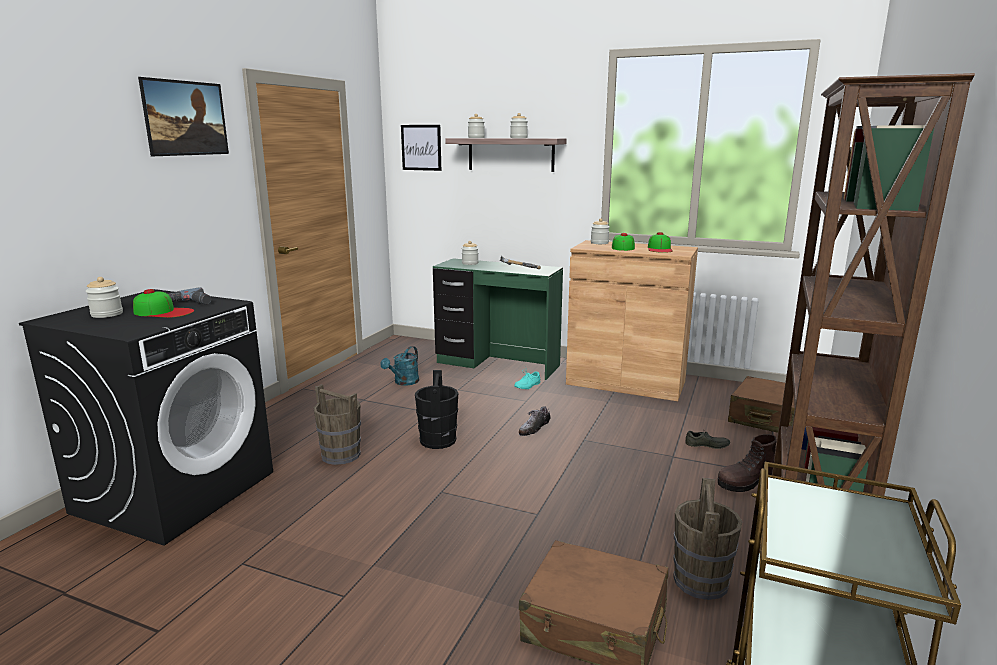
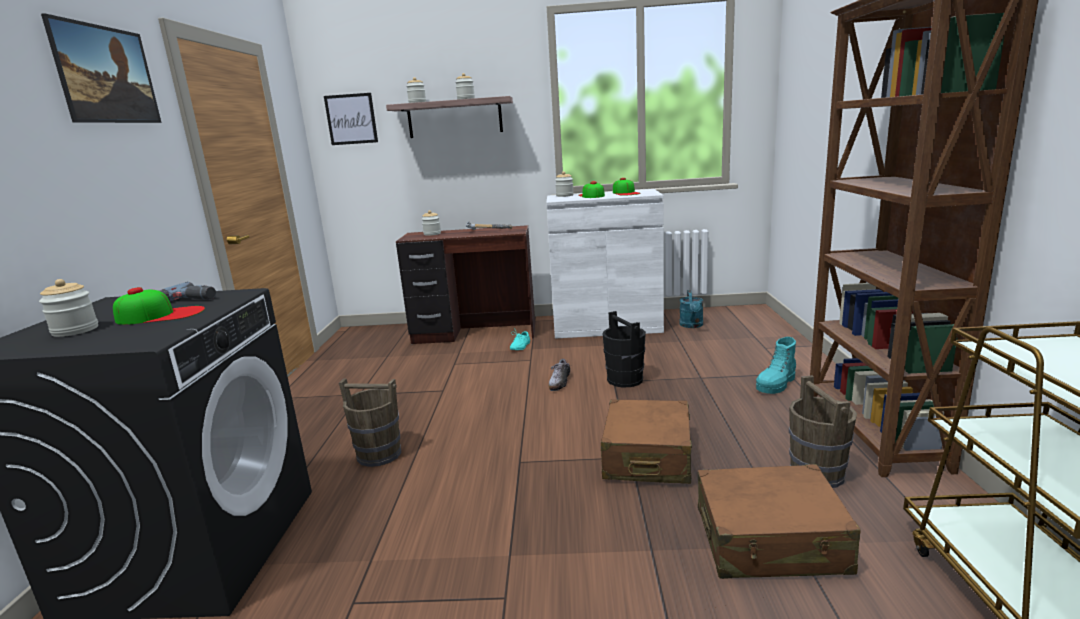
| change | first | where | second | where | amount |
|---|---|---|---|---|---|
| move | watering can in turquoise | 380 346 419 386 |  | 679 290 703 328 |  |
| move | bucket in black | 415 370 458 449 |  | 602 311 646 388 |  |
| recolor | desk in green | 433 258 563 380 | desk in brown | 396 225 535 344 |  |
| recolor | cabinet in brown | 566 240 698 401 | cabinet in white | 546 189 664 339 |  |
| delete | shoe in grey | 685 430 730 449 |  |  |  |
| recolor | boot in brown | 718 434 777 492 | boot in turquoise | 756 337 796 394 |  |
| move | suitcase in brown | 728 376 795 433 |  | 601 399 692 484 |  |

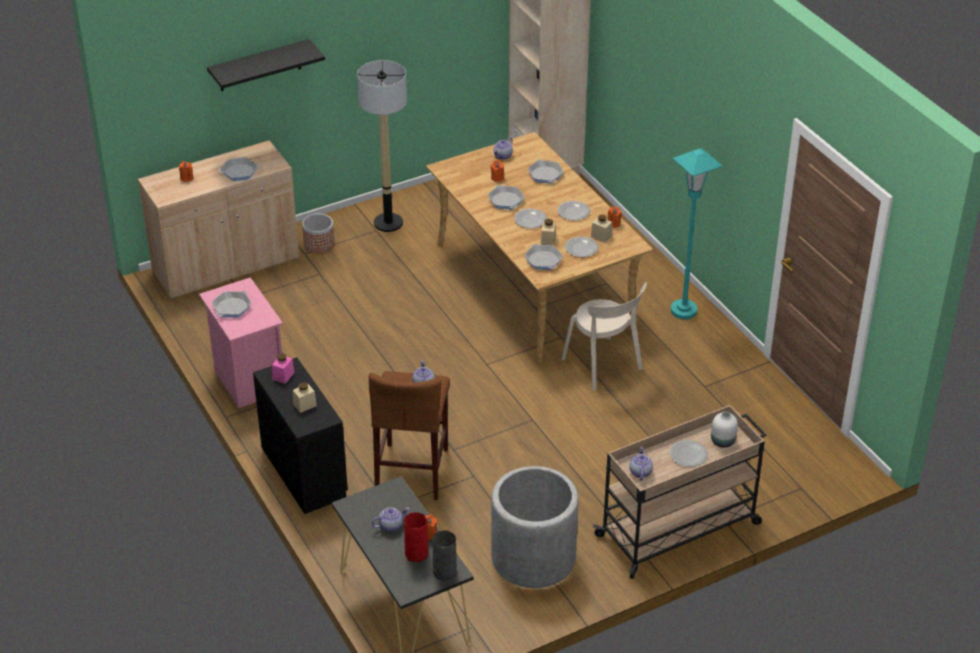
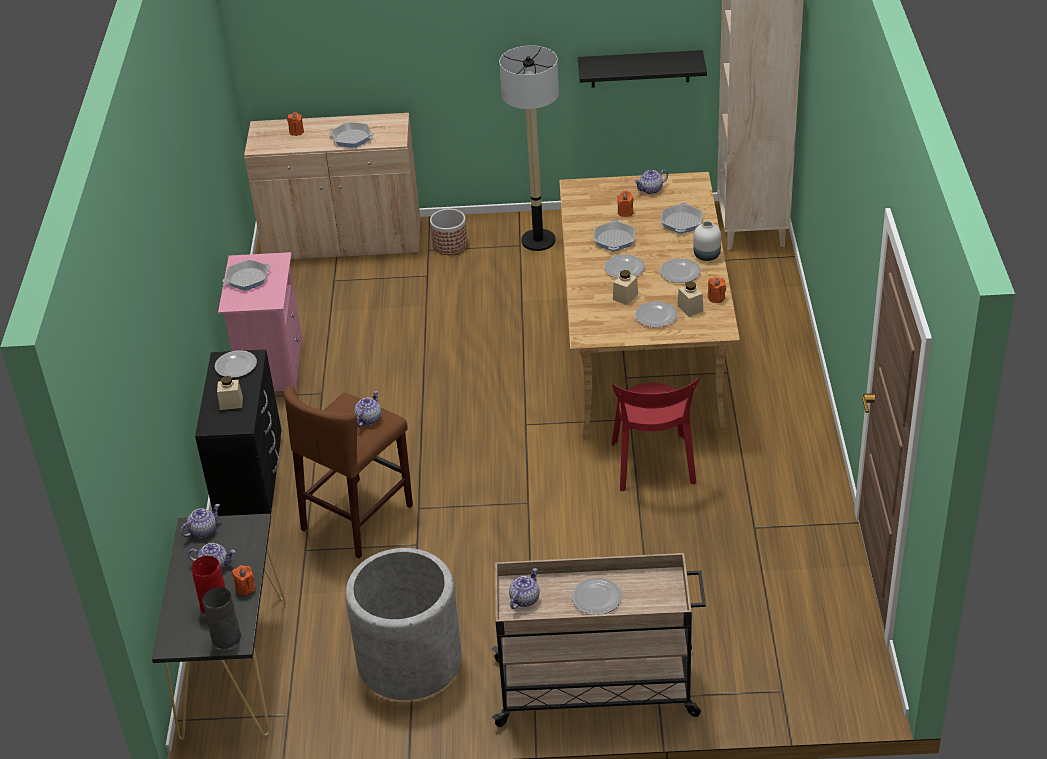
| change | first | where | second | where | amount |
|---|---|---|---|---|---|
| move | shelf in black | 207 39 325 91 |  | 578 50 707 87 |  |
| replace | jar in pink | 272 353 295 384 | plate | 215 350 257 378 |  |
| delete | frying pan | 524 244 563 270 |  |  |  |
| recolor | chair in beige | 562 282 647 391 | chair in red | 612 376 701 491 |  |
| delete | floor lamp in turquoise | 671 148 722 319 |  |  |  |
| move | vase in white | 711 412 738 448 |  | 693 221 721 261 |  |
| insert |  |  | teapot | 181 504 220 538 |  |

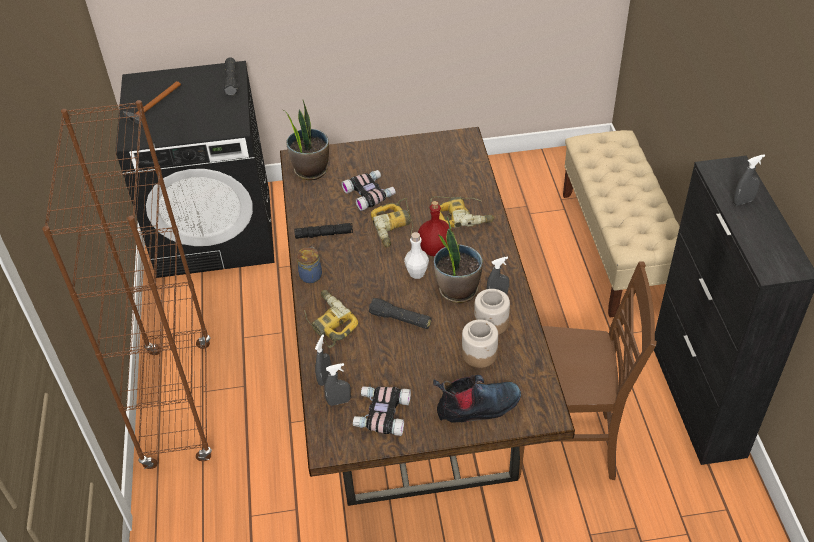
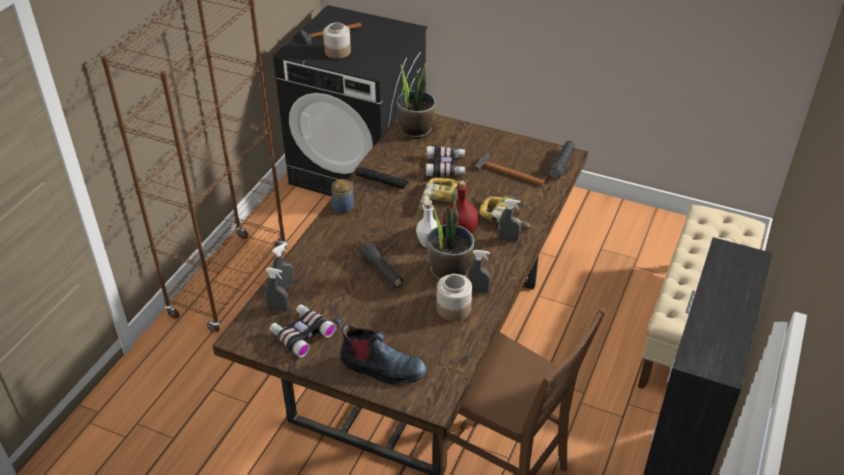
| change | first | where | second | where | amount |
|---|---|---|---|---|---|
| move | flashlight in black | 223 57 238 96 |  | 547 141 575 179 |  |
| delete | power drill | 304 290 359 348 |  |  |  |
| move | jar | 462 319 498 368 |  | 323 23 351 59 |  |
| move | spray bottle in grey | 733 154 765 206 |  | 498 199 521 242 |  |
| insert |  |  | hammer | 475 153 545 185 |  |

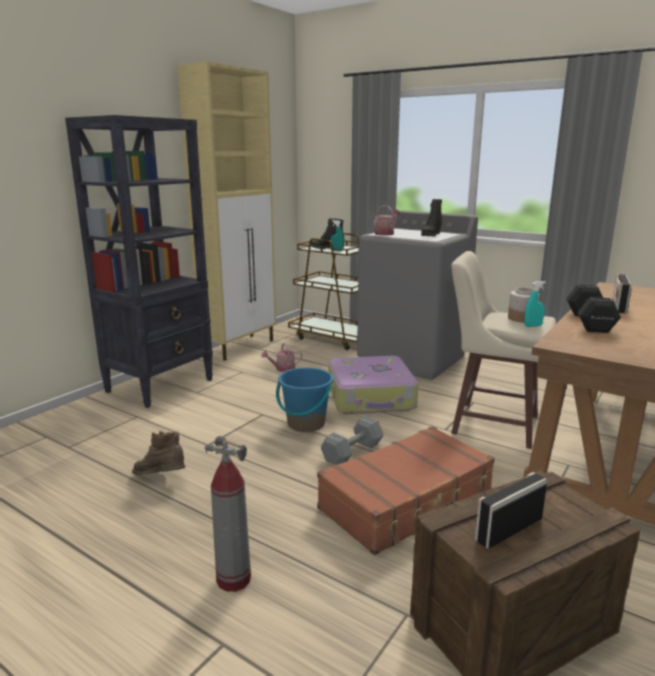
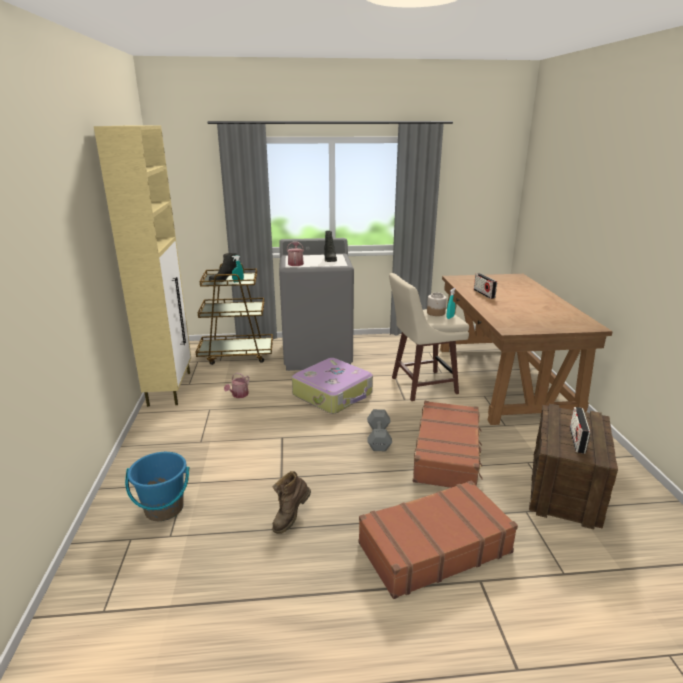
| change | first | where | second | where | amount |
|---|---|---|---|---|---|
| delete | bookcase in black | 65 115 213 408 |  |  |  |
| rotate | boot in brown | 132 431 185 475 |  | 272 471 311 534 | 45 degrees counterclockwise |
| replace | fire extinguisher | 205 436 251 592 | suitcase in brown | 359 480 518 599 |  |
| move | bucket in blue | 276 367 333 432 |  | 125 452 189 521 |  |
| delete | dumbbell in black | 566 284 621 333 |  |  |  |

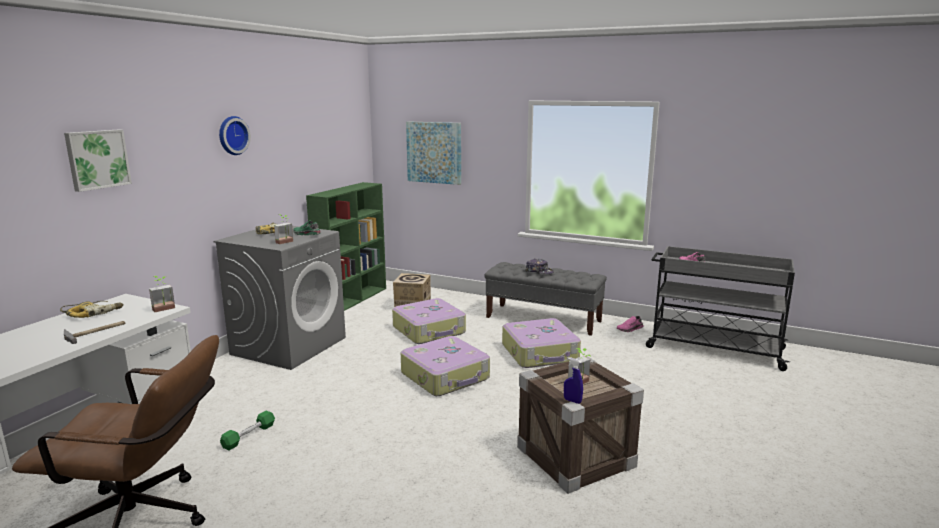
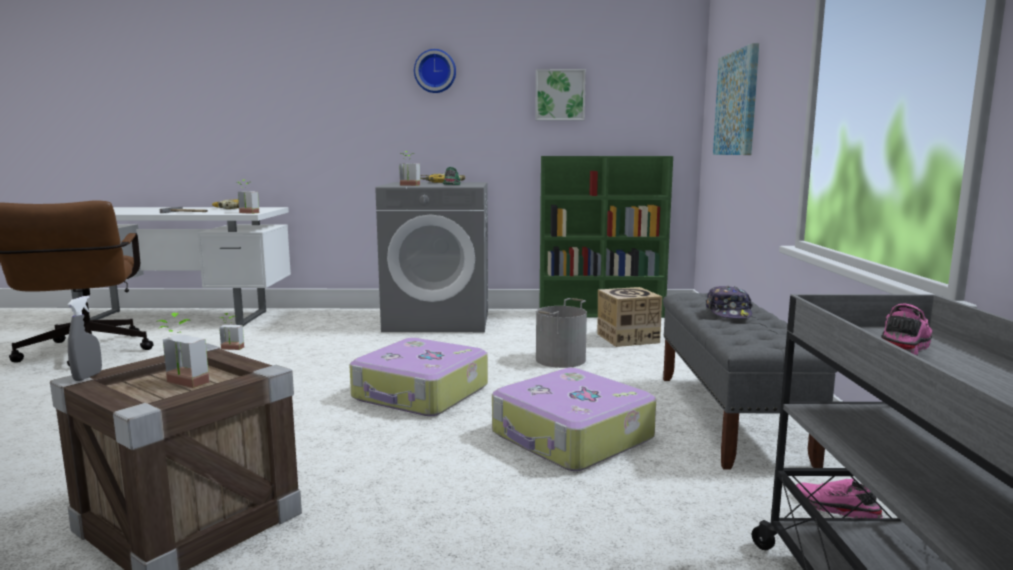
| change | first | where | second | where | amount |
|---|---|---|---|---|---|
| move | picture | 64 129 132 192 |  | 535 69 586 120 |  |
| replace | dumbbell in green | 220 411 275 451 | potted plant | 219 313 244 350 |  |
| replace | suitcase | 392 298 466 344 | bucket in grey | 536 298 587 368 |  |
| recolor | spray bottle in blue | 564 357 583 404 | spray bottle in grey | 67 296 102 381 |  |

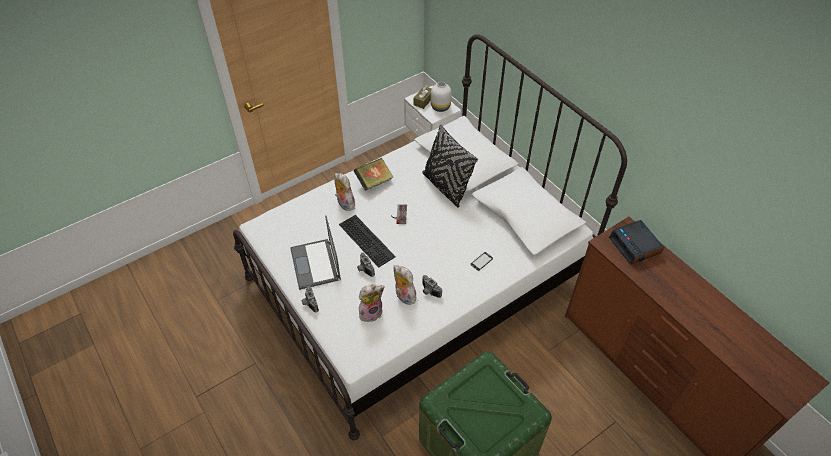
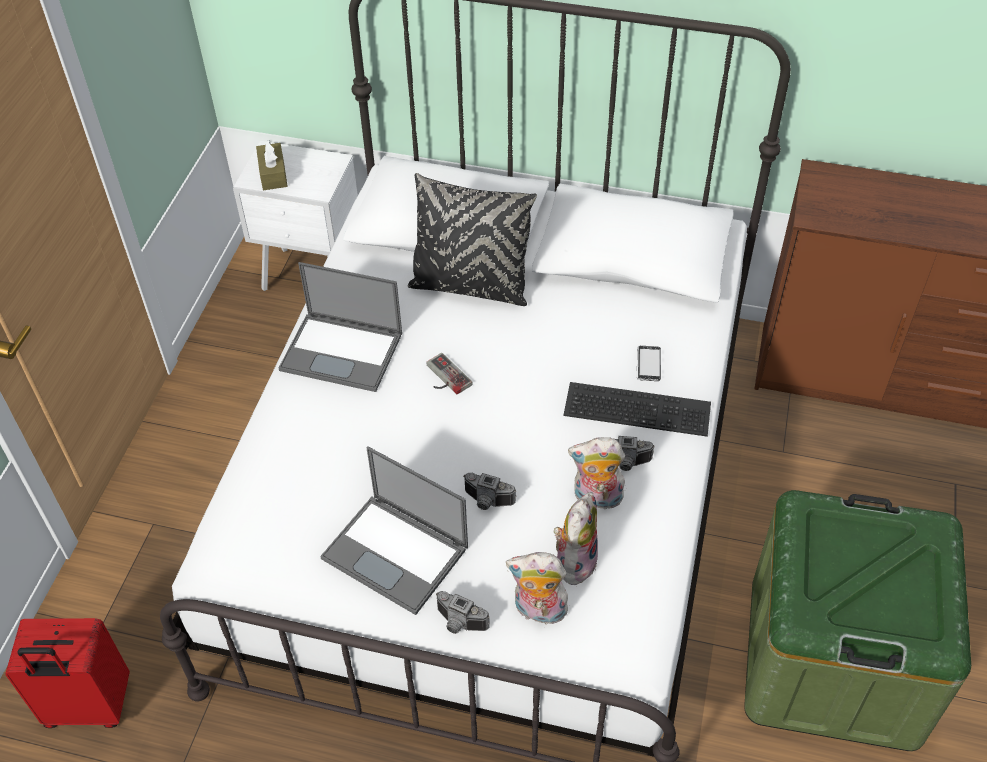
| change | first | where | second | where | amount |
|---|---|---|---|---|---|
| move | plush toy | 334 173 355 211 |  | 506 552 570 624 |  |
| move | keyboard | 339 215 396 268 |  | 563 382 711 437 |  |
| replace | book | 354 158 393 191 | laptop | 279 262 402 392 |  |
| delete | vase in white | 431 82 452 112 |  |  |  |
| delete | alarm clock | 609 220 664 265 |  |  |  |
| insert |  |  | suitcase in red | 5 618 130 728 |  |

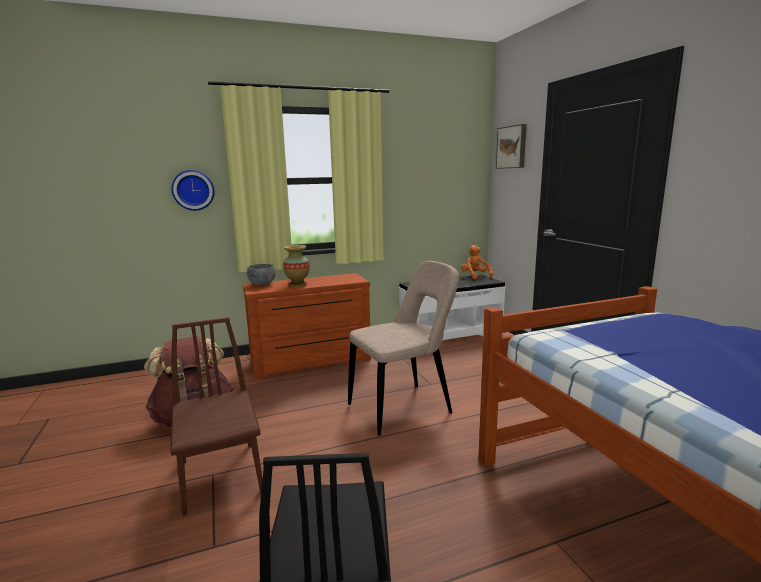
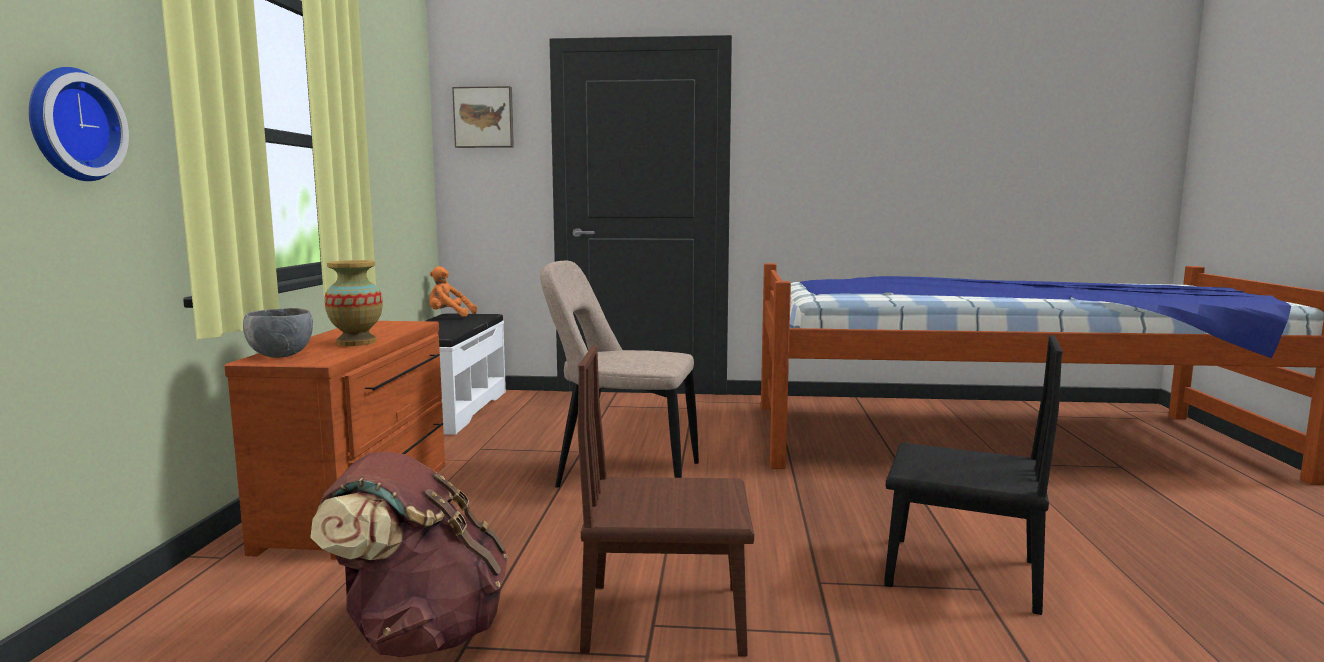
| change | first | where | second | where | amount |
|---|---|---|---|---|---|
| rotate | chair in beige | 348 261 459 435 |  | 540 261 699 488 | 75 degrees counterclockwise |

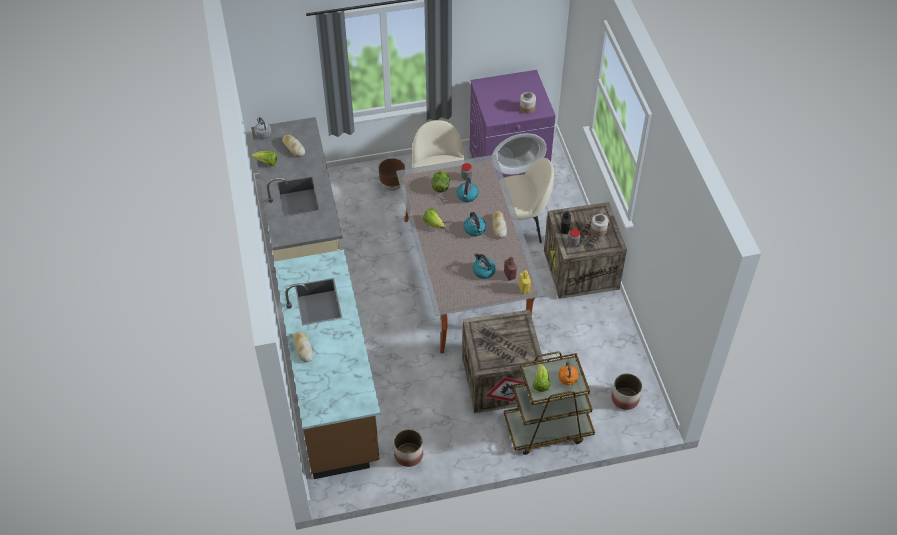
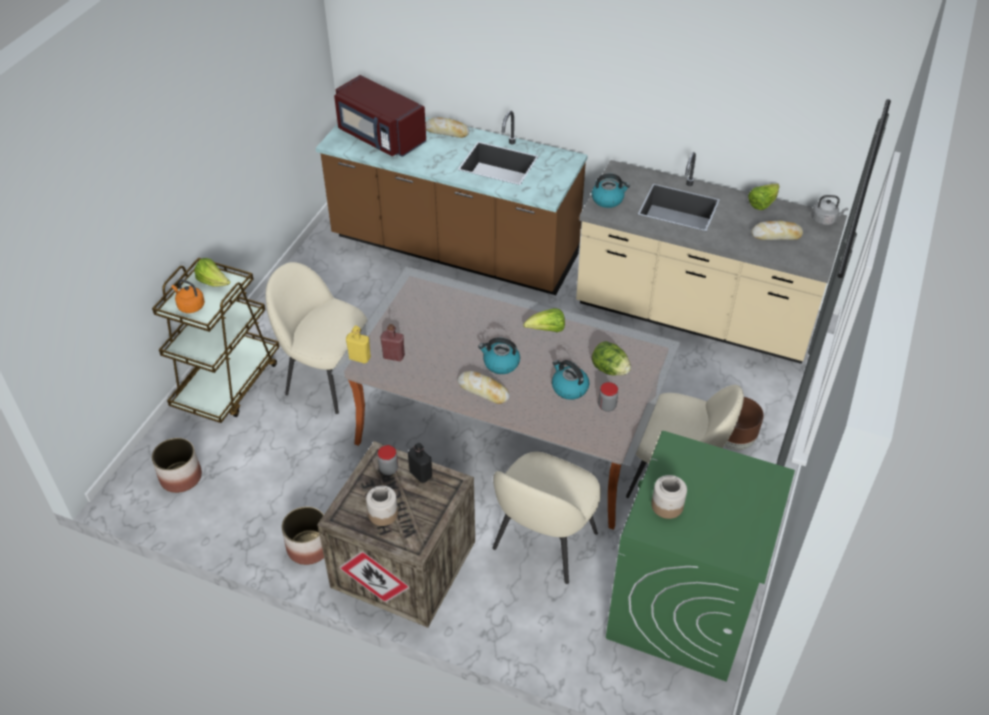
| change | first | where | second | where | amount |
|---|---|---|---|---|---|
| move | planter | 394 429 423 467 |  | 282 506 324 565 |  |
| replace | crate | 462 310 544 413 | chair in beige | 265 262 368 414 |  |
| recolor | washing machine in purple | 470 70 555 178 | washing machine in green | 606 431 795 682 |  |
| move | kettle | 472 253 496 279 |  | 591 174 630 208 |  |
| insert |  |  | microwave in red | 334 75 426 157 |  |

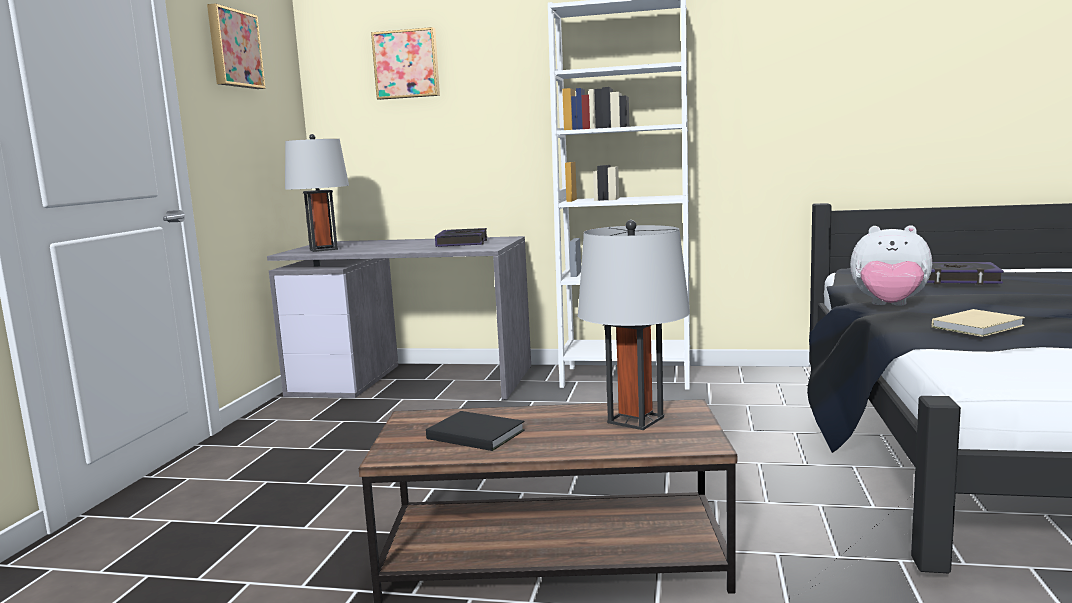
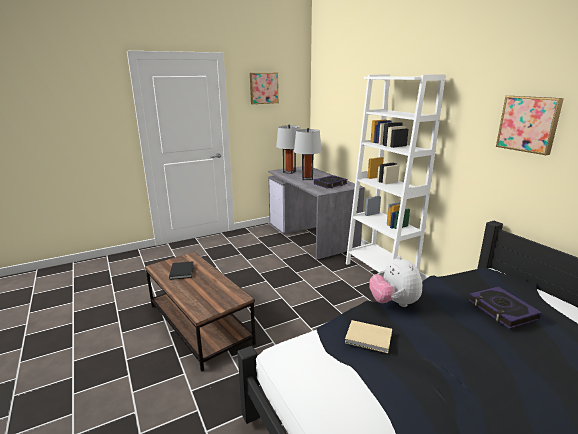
| change | first | where | second | where | amount |
|---|---|---|---|---|---|
| move | picture | 371 27 440 100 |  | 496 96 564 155 |  |
| move | table lamp in grey | 578 220 690 430 |  | 294 128 322 180 |  |

